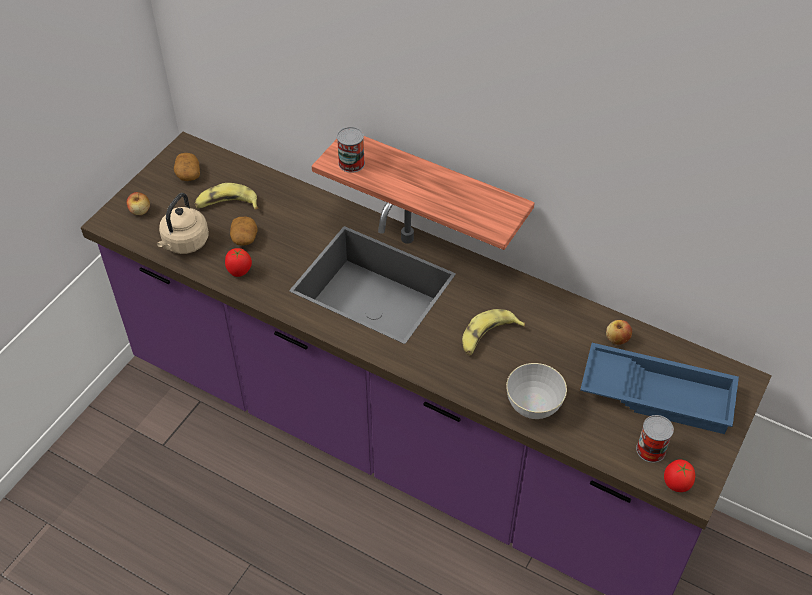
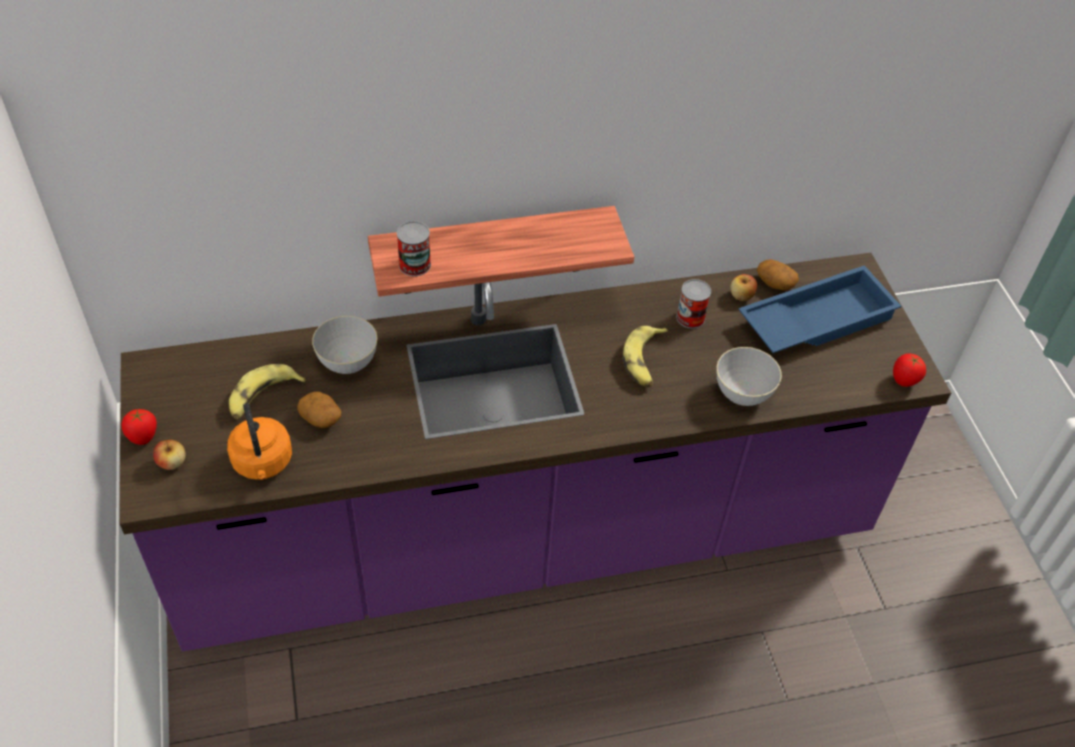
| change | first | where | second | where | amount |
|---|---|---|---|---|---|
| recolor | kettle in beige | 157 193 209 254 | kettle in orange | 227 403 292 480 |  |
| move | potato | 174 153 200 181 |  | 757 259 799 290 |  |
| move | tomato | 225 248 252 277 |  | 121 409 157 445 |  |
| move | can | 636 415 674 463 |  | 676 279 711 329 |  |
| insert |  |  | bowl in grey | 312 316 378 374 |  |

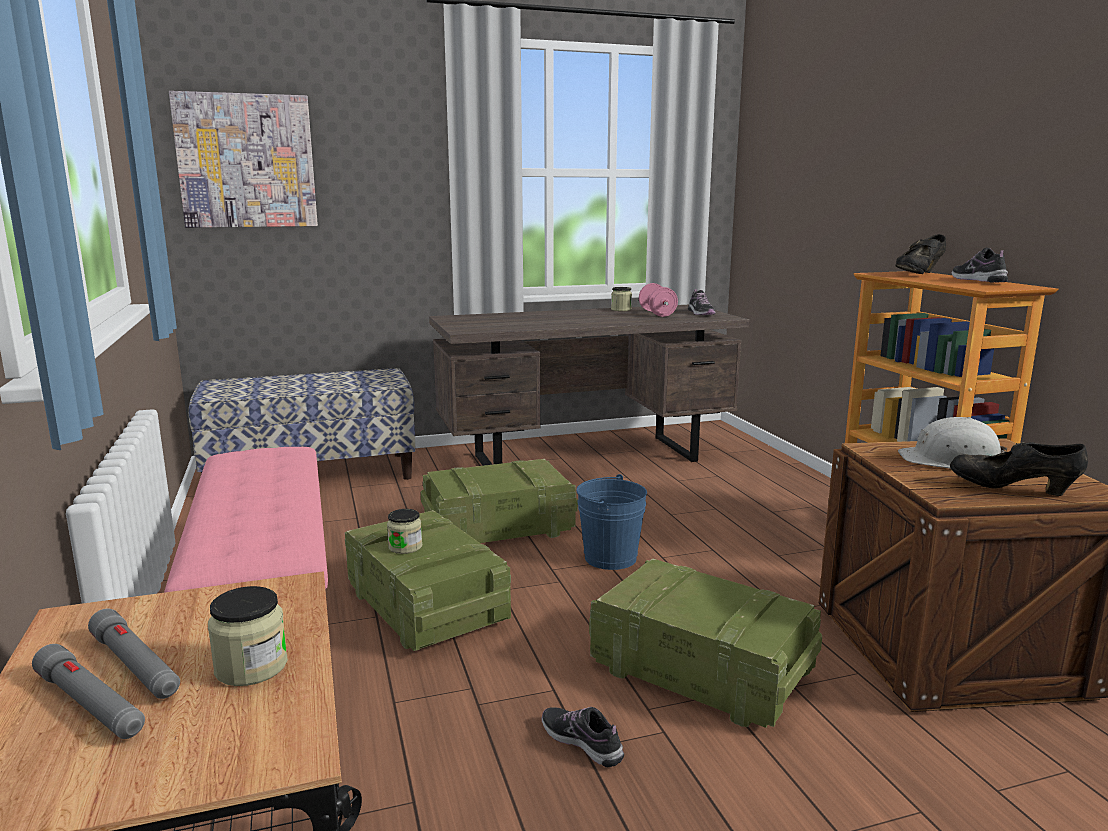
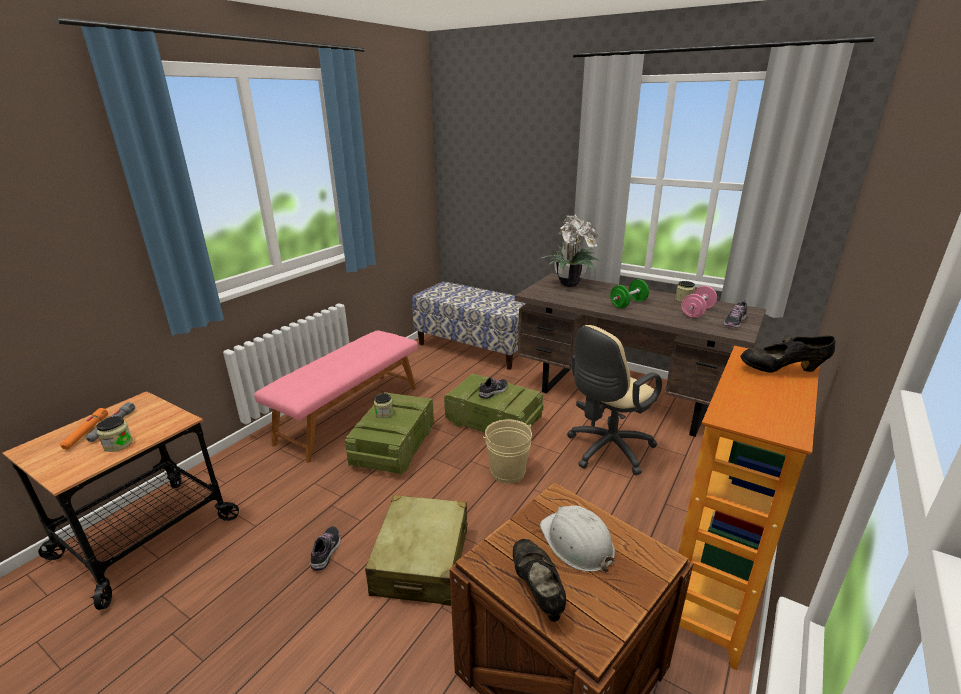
| change | first | where | second | where | amount |
|---|---|---|---|---|---|
| recolor | flashlight in grey | 32 644 145 739 | flashlight in orange | 60 408 108 449 |  |
| delete | picture | 169 91 318 228 |  |  |  |
| recolor | bucket in blue | 576 474 647 570 | bucket in beige | 483 419 532 484 |  |
| replace | crate | 589 558 822 728 | suitcase in beige | 365 495 467 606 |  |
| move | shoe | 951 248 1008 282 |  | 478 377 508 399 |  |
| insert |  |  | potted plant | 540 214 601 287 |  |
| insert |  |  | office chair in beige | 567 325 662 475 |  |
| insert |  |  | dumbbell in green | 610 279 649 308 |  |

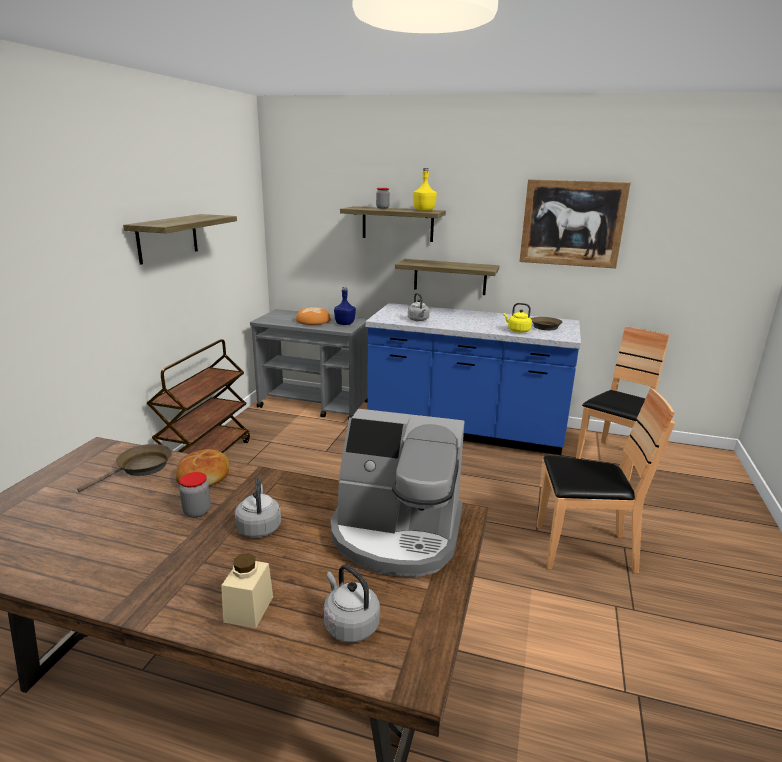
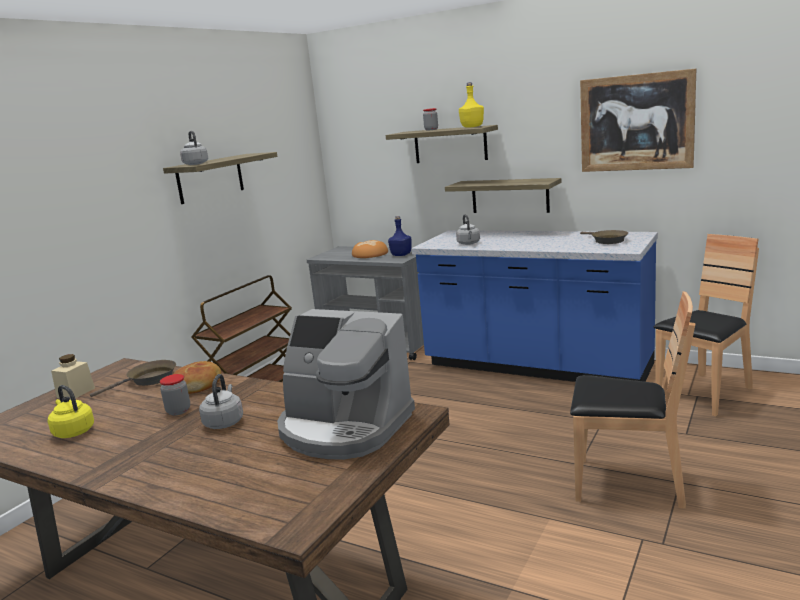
| change | first | where | second | where | amount |
|---|---|---|---|---|---|
| move | jar in beige | 221 553 273 628 |  | 51 354 95 400 |  |
| move | kettle in grey | 323 565 380 643 |  | 180 131 208 165 |  |
| move | kettle in yellow | 504 303 532 333 |  | 48 385 94 438 |  |

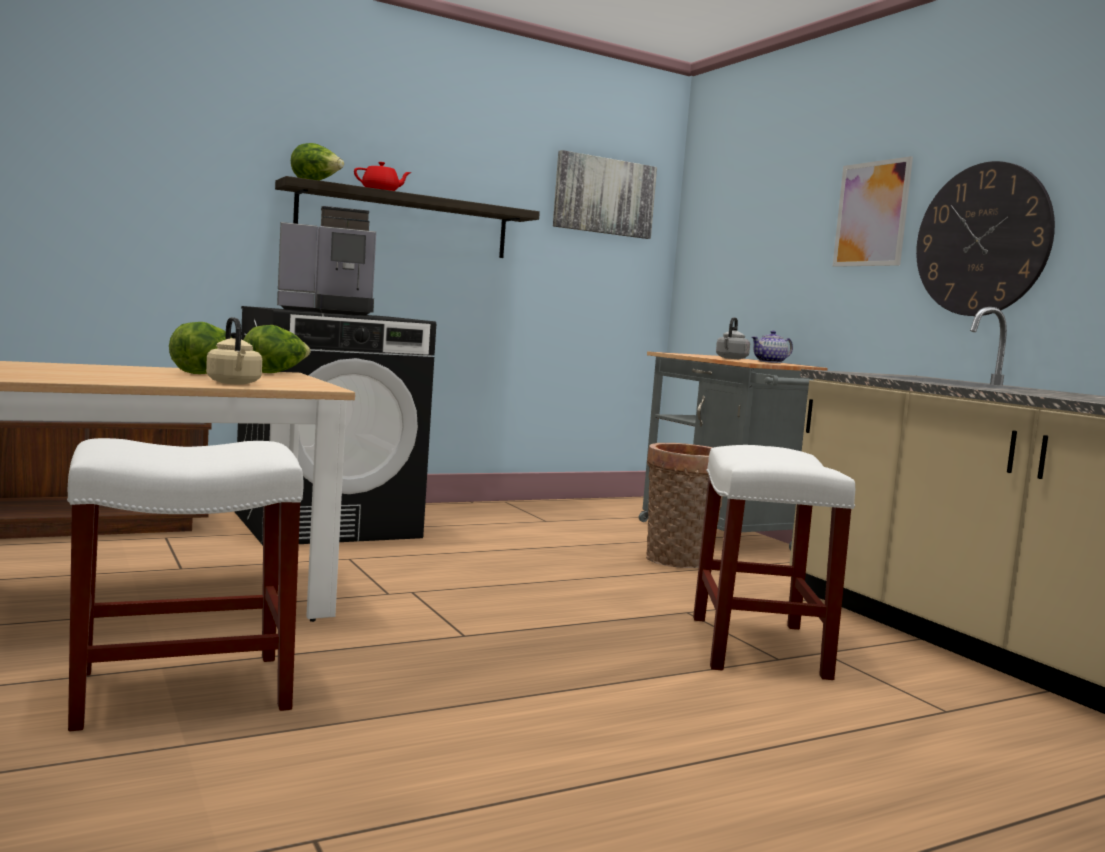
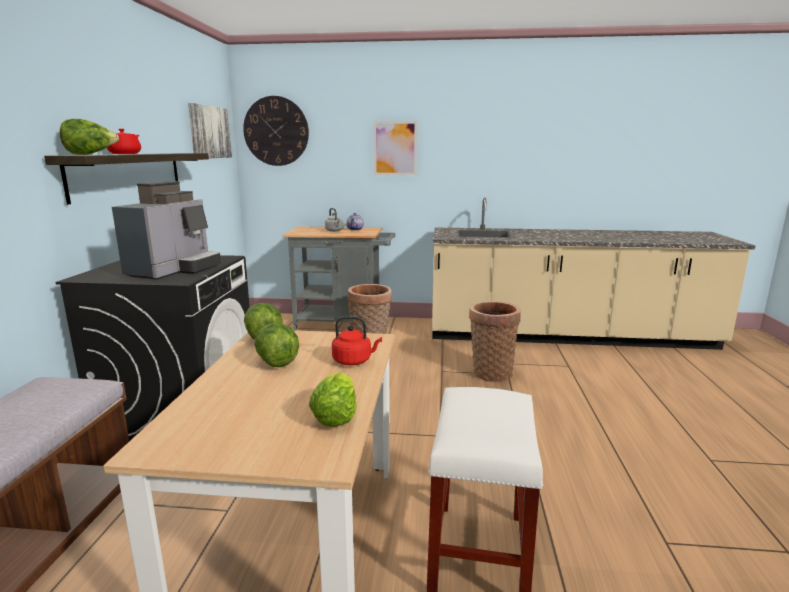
| change | first | where | second | where | amount |
|---|---|---|---|---|---|
| recolor | kettle in beige | 206 317 262 385 | kettle in red | 332 316 382 365 |  |
| replace | stool in white | 693 445 855 680 | basket | 469 301 521 382 |  |
| move | wall clock | 916 161 1055 316 |  | 243 96 309 166 |  |
| insert |  |  | lettuce | 309 372 357 427 |  |

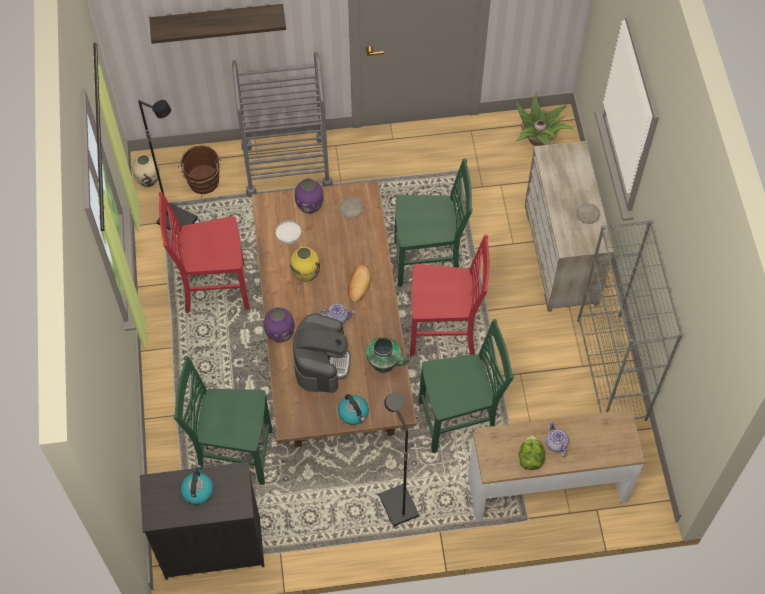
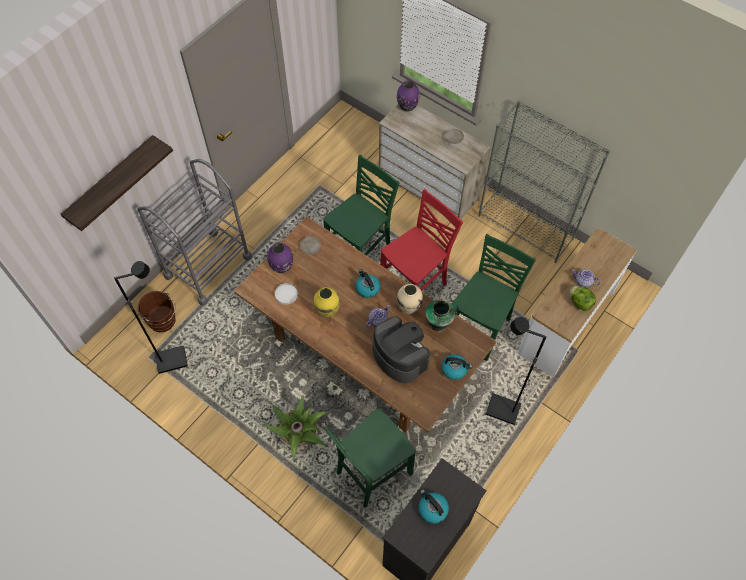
| change | first | where | second | where | amount |
|---|---|---|---|---|---|
| move | vase in beige | 132 154 160 187 |  | 397 284 423 314 |  |
| delete | chair in red | 159 192 250 313 |  |  |  |
| move | vase in purple | 264 307 295 343 |  | 397 80 419 112 |  |
| replace | bread | 348 264 371 302 | kettle | 355 269 380 298 |  |
| move | potted plant | 516 93 573 146 |  | 264 395 328 459 |  |

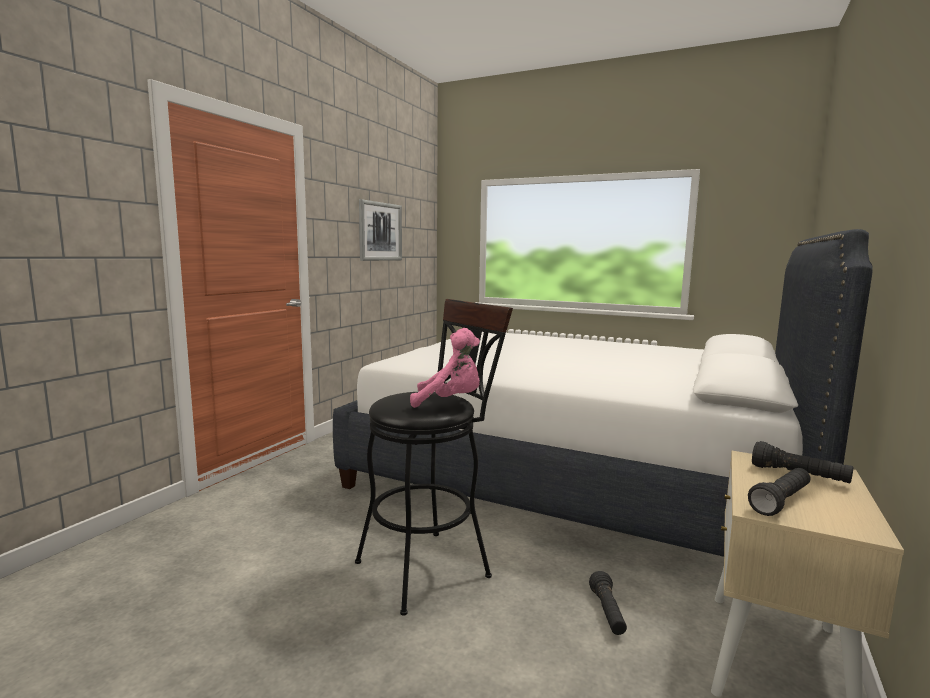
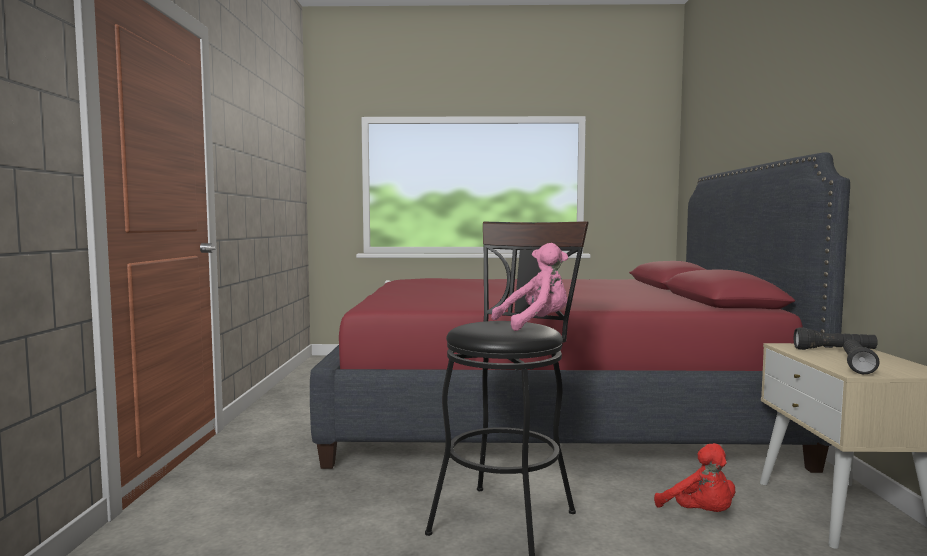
| change | first | where | second | where | amount |
|---|---|---|---|---|---|
| recolor | bed in white | 333 229 873 557 | bed in red | 310 152 850 473 |  |
| delete | picture | 359 199 402 261 |  |  |  |
| replace | flashlight in black | 589 571 627 635 | plush toy in red | 654 443 735 512 |  |

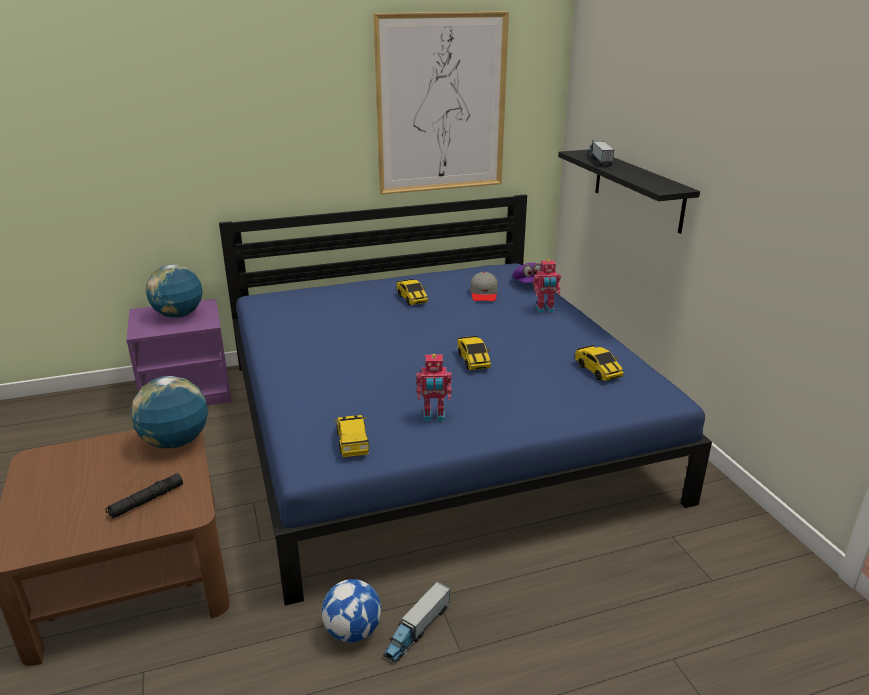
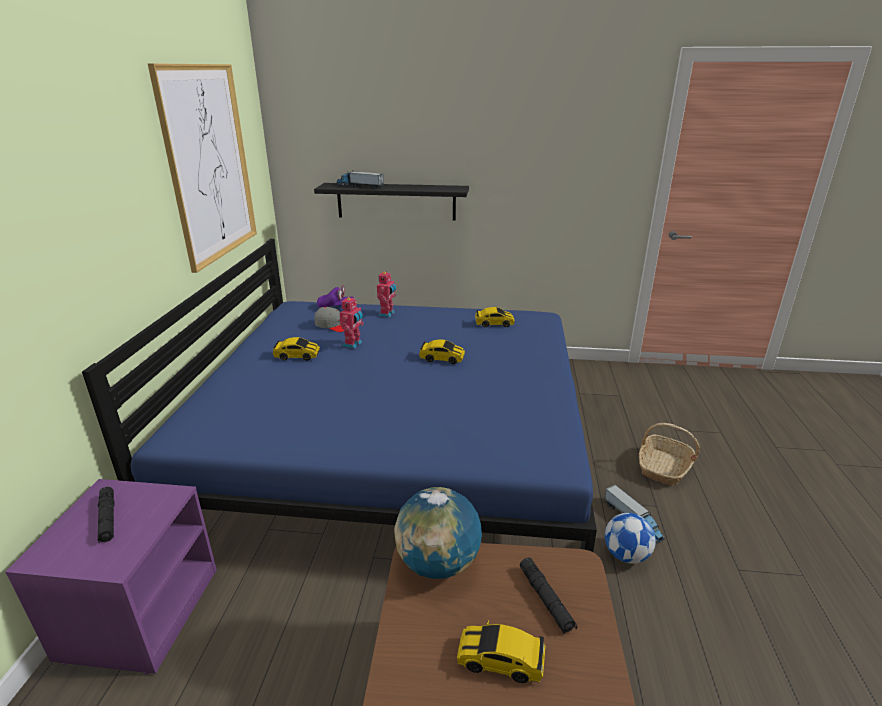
| change | first | where | second | where | amount |
|---|---|---|---|---|---|
| replace | globe | 146 264 203 318 | flashlight in black | 98 487 115 543 |  |
| move | toy car | 334 415 369 457 |  | 457 620 545 683 |  |
| move | toy robot | 416 354 452 421 |  | 340 296 364 348 |  |
| insert |  |  | basket | 639 423 700 485 |  |

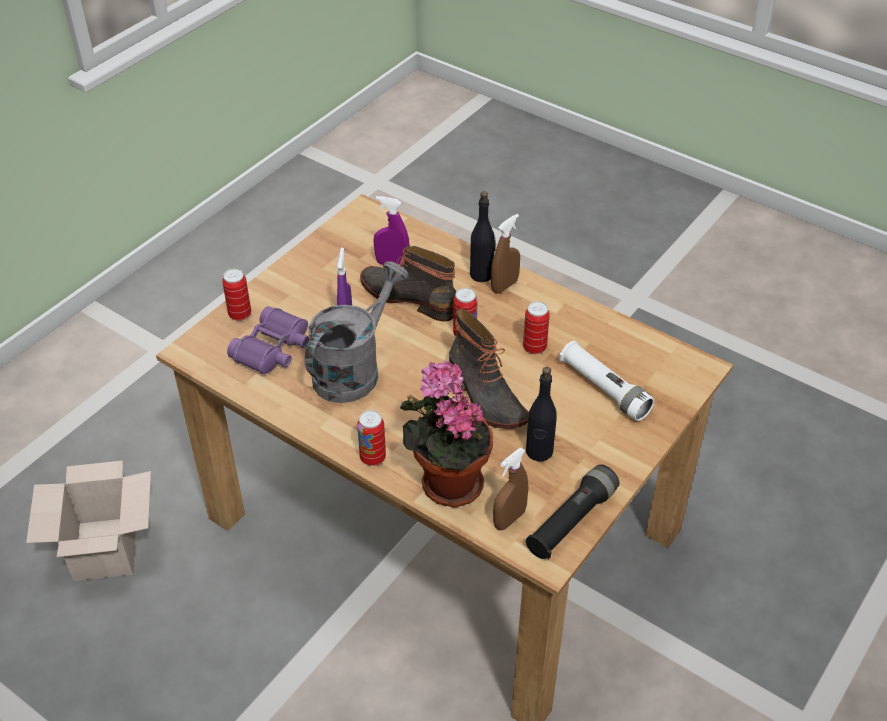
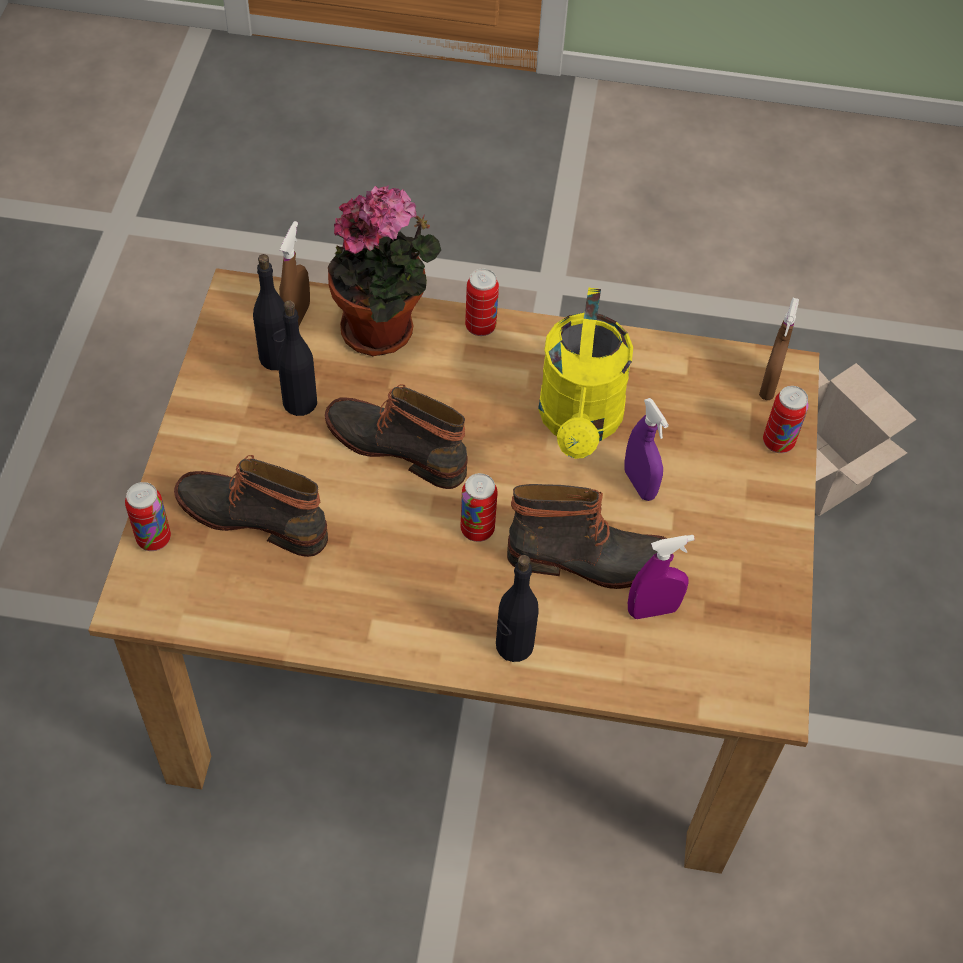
| change | first | where | second | where | amount |
|---|---|---|---|---|---|
| delete | binoculars in purple | 227 306 309 374 |  |  |  |
| recolor | watering can in grey | 305 261 409 403 | watering can in yellow | 538 288 633 459 |  |
| move | spray bottle in brown | 491 214 520 294 |  | 759 298 799 400 |  |
| move | can | 523 301 550 354 |  | 125 482 171 551 |  |
| delete | flashlight in black | 526 464 619 559 |  |  |  |
| replace | flashlight in white | 559 341 655 421 | boot | 174 455 328 557 |  |
| insert |  |  | bottle in black | 253 254 285 370 |  |

